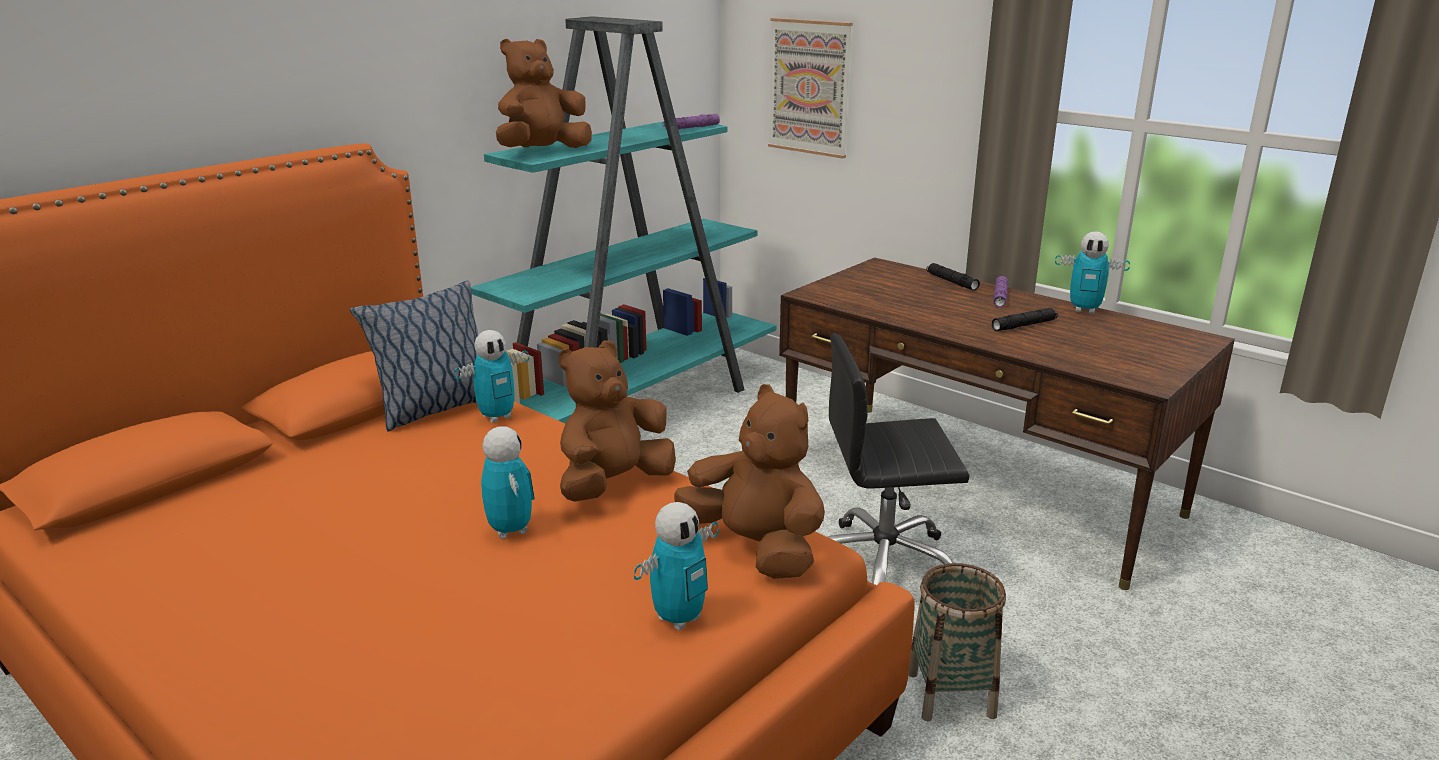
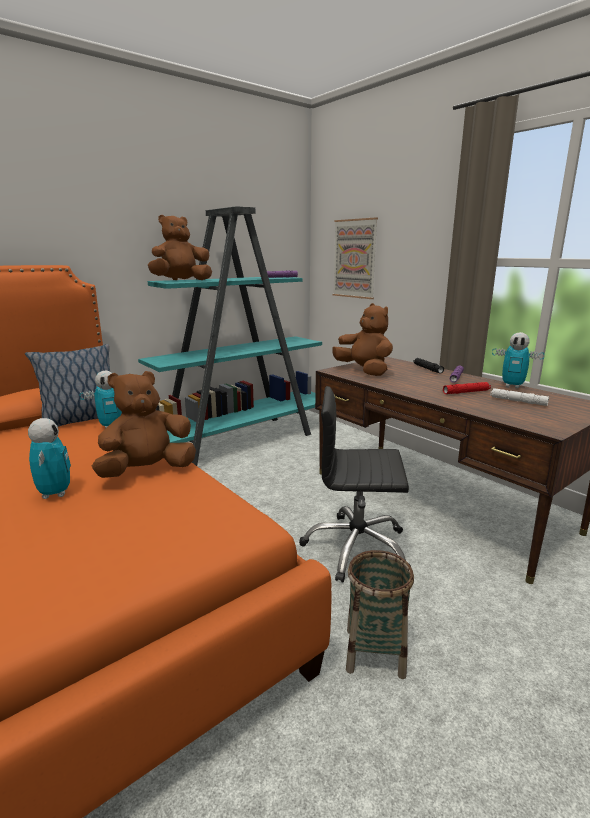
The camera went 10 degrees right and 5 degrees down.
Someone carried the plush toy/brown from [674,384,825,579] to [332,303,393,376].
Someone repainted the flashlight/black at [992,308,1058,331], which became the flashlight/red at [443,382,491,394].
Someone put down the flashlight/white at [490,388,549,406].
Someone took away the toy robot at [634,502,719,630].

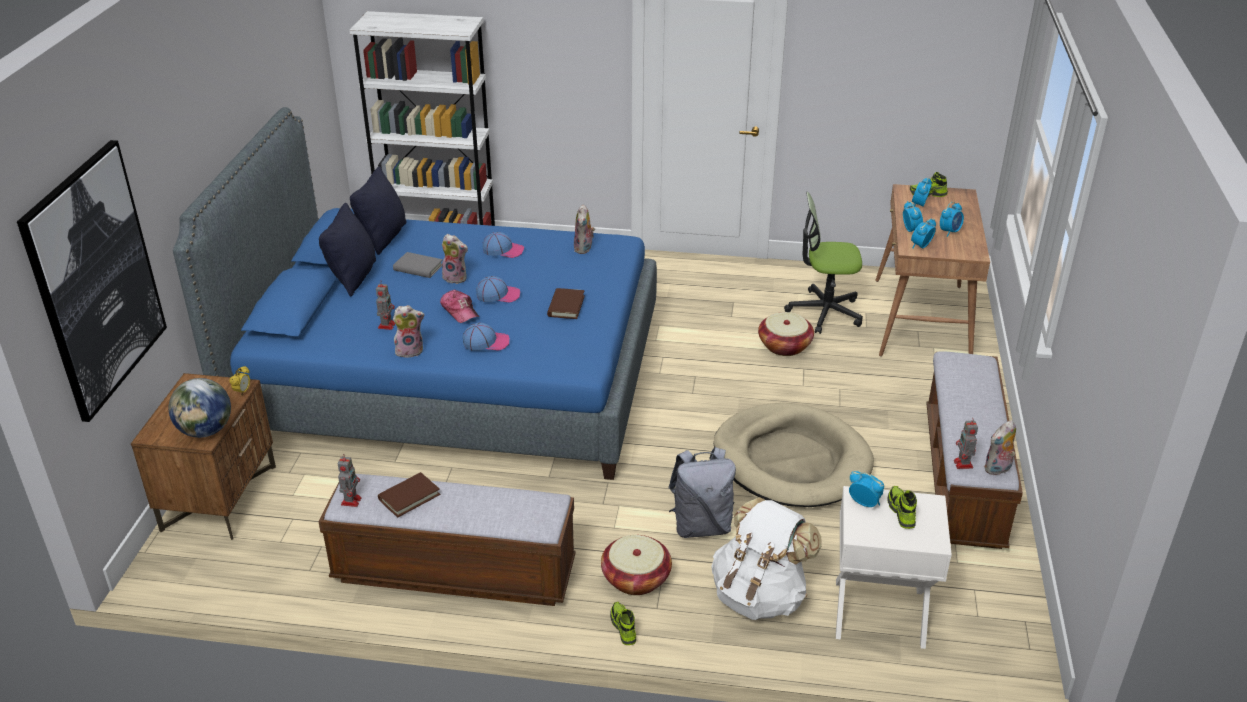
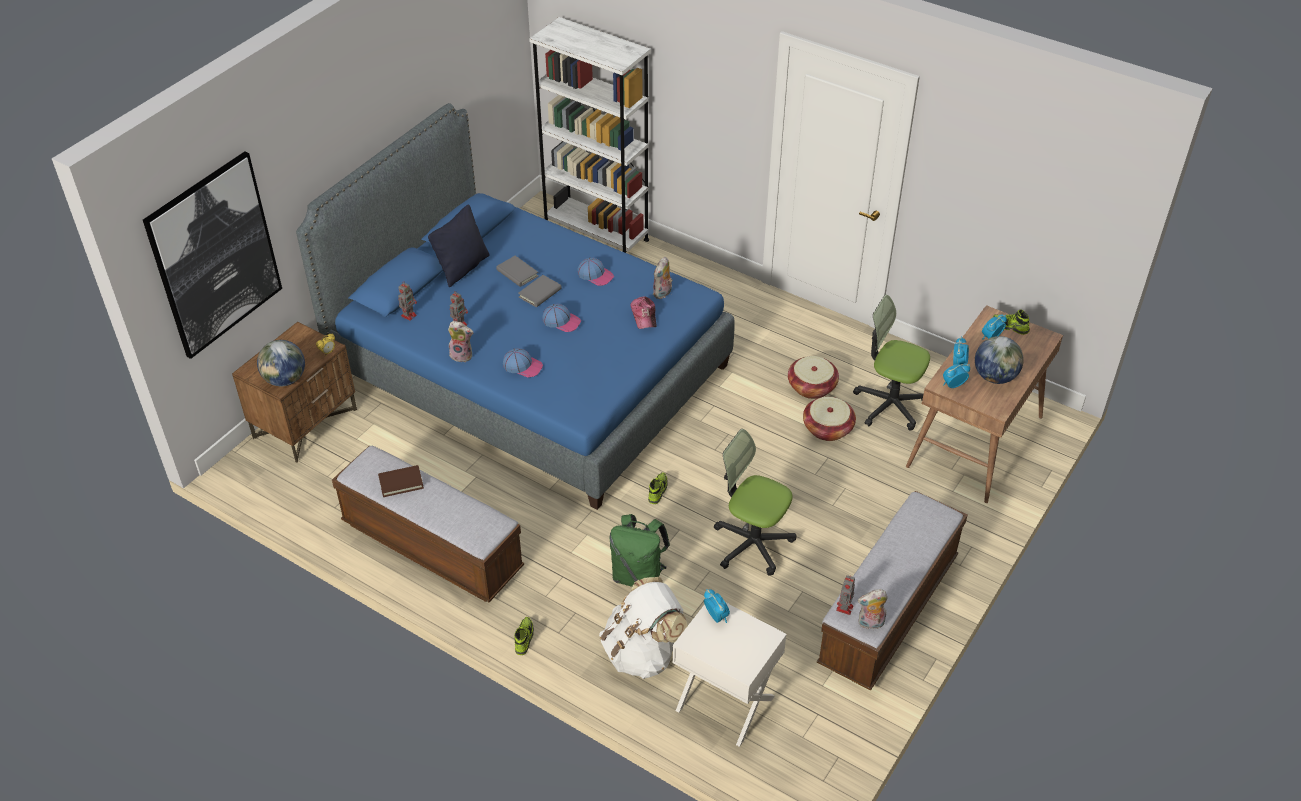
The camera went 25 degrees right and 10 degrees up.
Someone carried the toy robot from [338,457,361,507] to [398,281,417,321].
Someone swapped the plush toy at [442,234,468,284] for the book/grey at [518,275,562,307].
Someone repainted the backpack/grey at [668,447,736,538], which became the backpack/green at [610,514,670,587].
Someone carried the cap from [440,289,479,323] to [630,297,657,329].
Someone carried the shoe from [887,486,917,529] to [648,472,668,504].
Someone swapped the dog bed/beige at [714,403,874,507] for the office chair at [714,429,796,576].
Someone carried the basket from [601,535,672,595] to [788,356,839,399].
Someone swapped the alarm clock at [940,202,964,237] for the globe at [975,336,1024,384].
Someone took away the pillow/black at [350,167,407,255].
Someone took away the book/brown at [547,288,585,319].

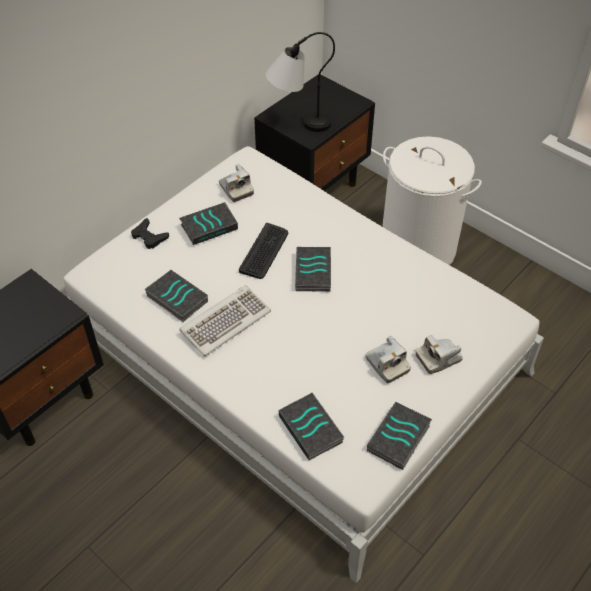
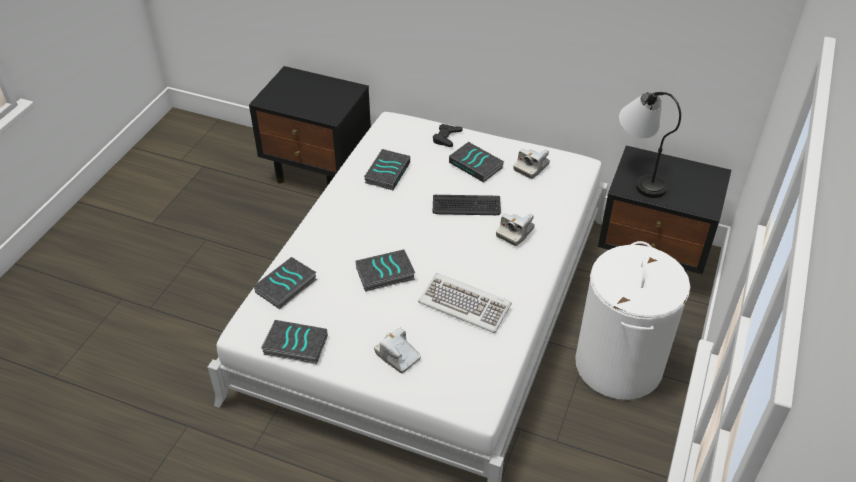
The camera went 70 degrees right and 5 degrees down.
Someone carried the book from [295,247,331,292] to [356,249,415,292].
Someone carried the keyboard from [180,285,271,356] to [418,273,512,333].
Someone carried the photo camera from [365,336,411,384] to [496,213,535,246].

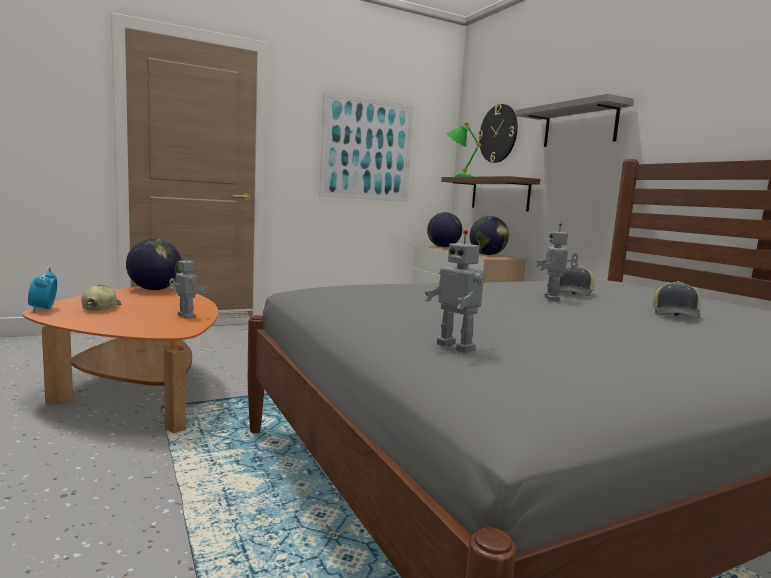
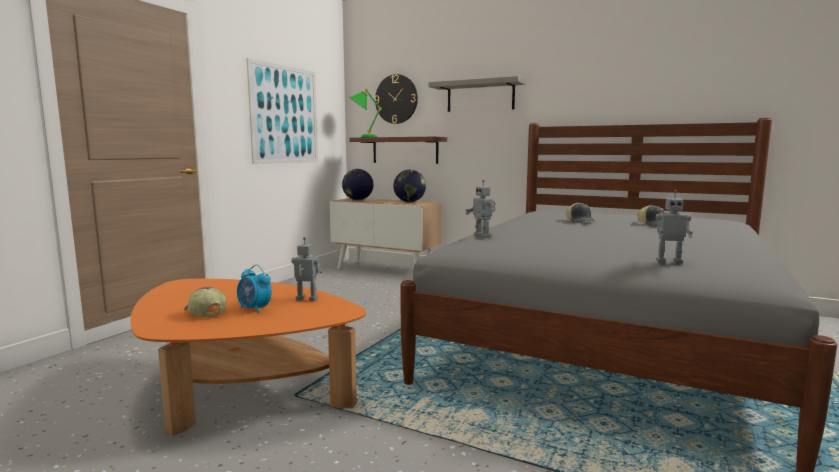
The camera went 35 degrees left and 0 degrees up.
Someone carried the alarm clock from [28,267,57,313] to [237,265,272,313].
Someone carried the toy robot from [535,223,579,302] to [466,180,496,238].
Someone took away the globe at [126,239,182,290].

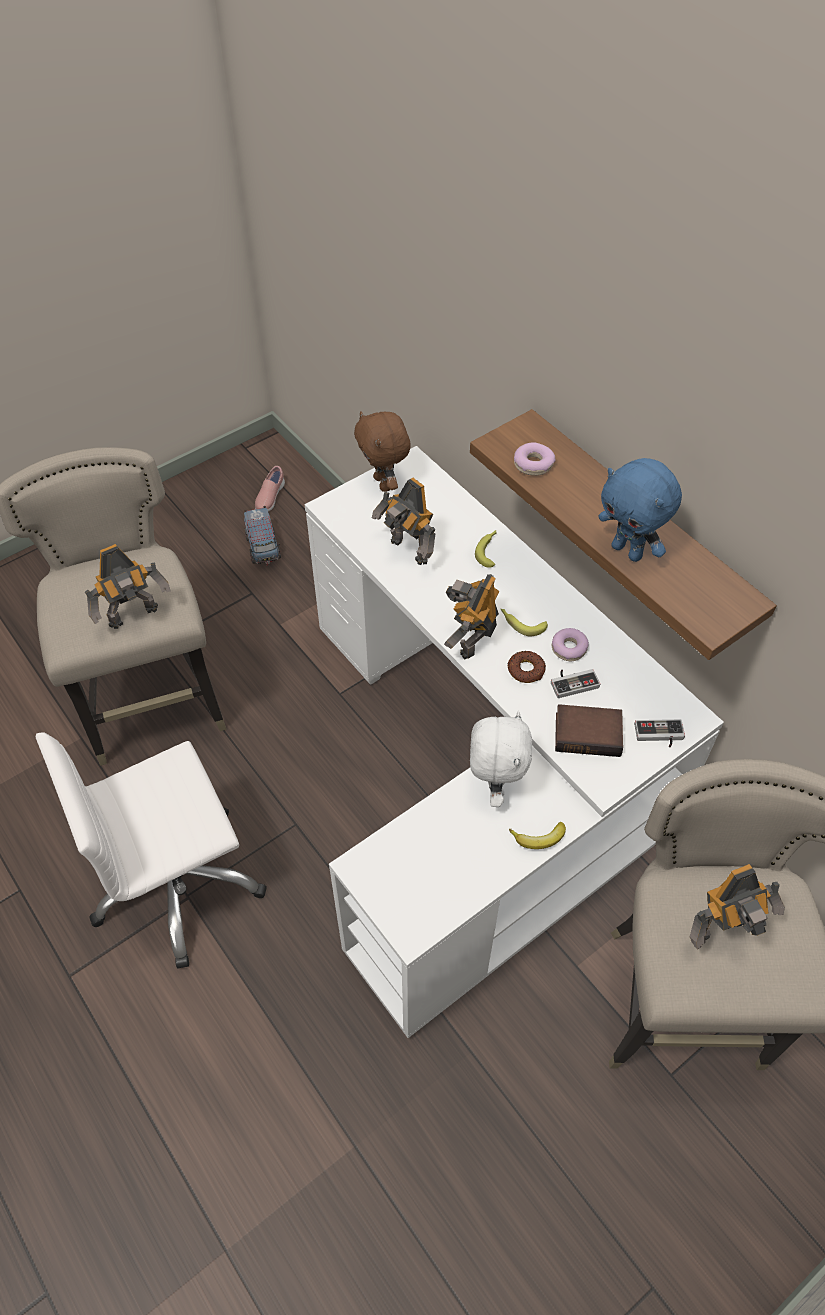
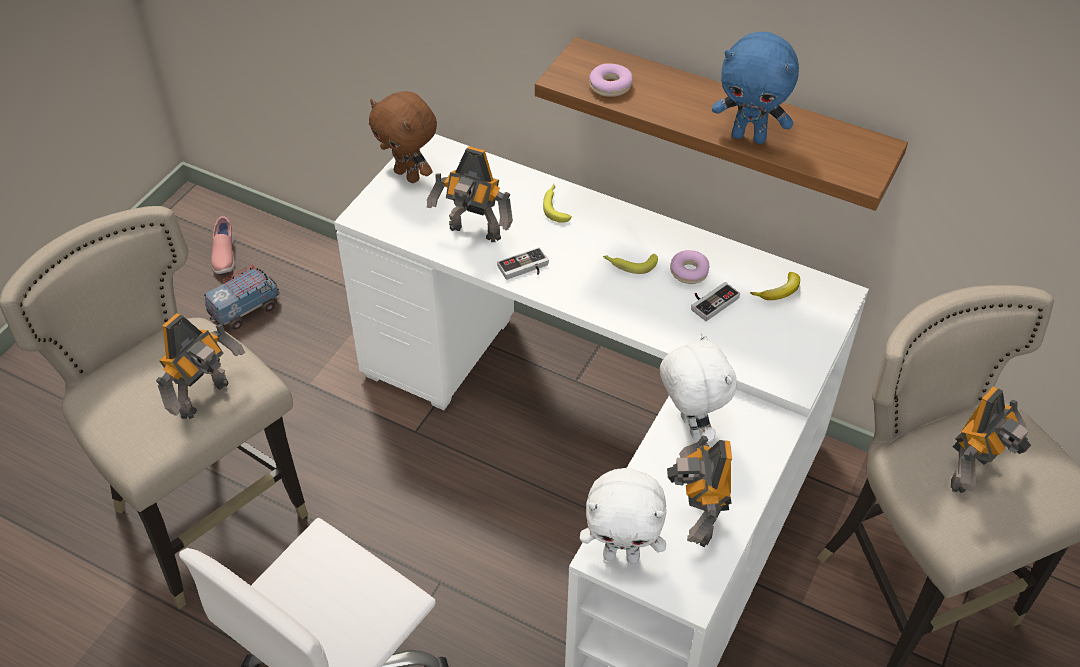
The camera went 25 degrees left and 5 degrees down.
Someone rotated the toy truck at [244,506,281,565] by 90 degrees counterclockwise.
Someone carried the game controller from [634,719,685,747] to [497,247,549,280].
Someone put down the plush toy/white at [580,468,666,564].
Someone carried the toy robot from [444,574,500,660] to [667,435,732,547].
Someone carried the banana from [509,822,566,849] to [750,272,800,300].
Someone took away the donut at [507,651,546,683].
Someone took away the book at [555,704,623,757].

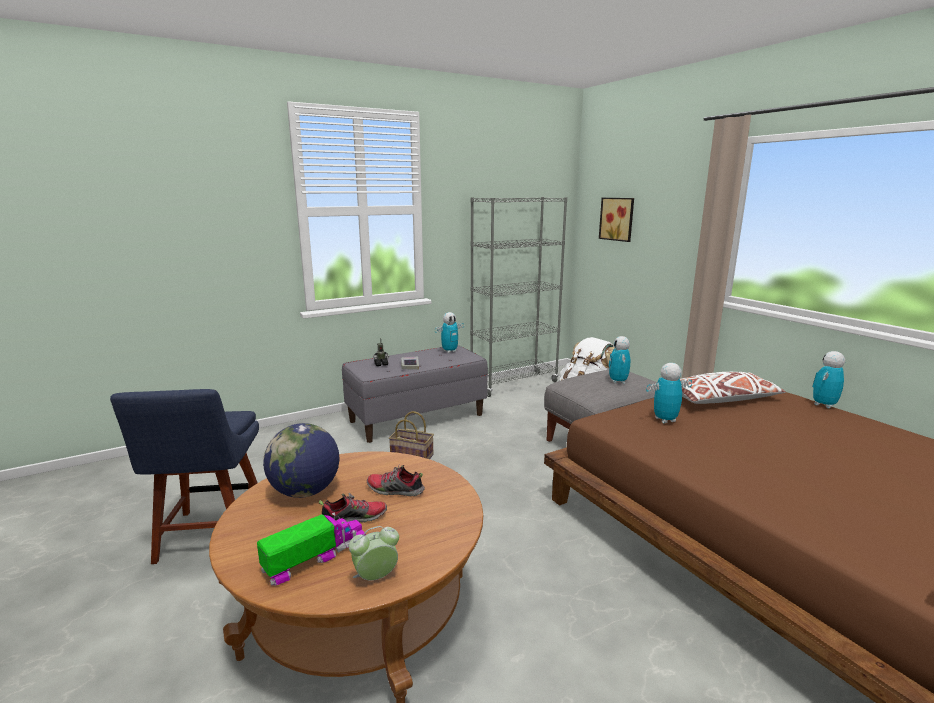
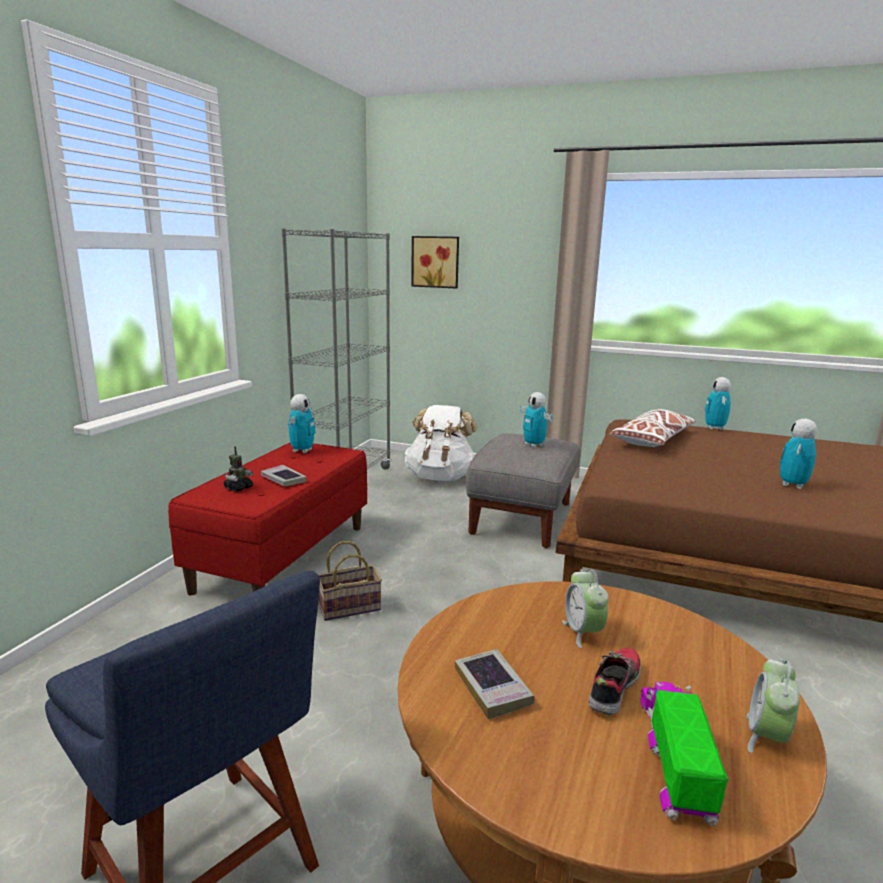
The camera went 40 degrees left and 0 degrees up.
Someone repainted the bench/grey at [342,345,488,443], which became the bench/red at [168,442,367,595].
Someone swapped the globe at [263,423,340,498] for the book at [455,649,534,719].
Someone swapped the shoe at [367,465,425,496] for the alarm clock at [562,569,609,648].
Someone carried the toy robot from [646,363,692,423] to [780,419,818,489].

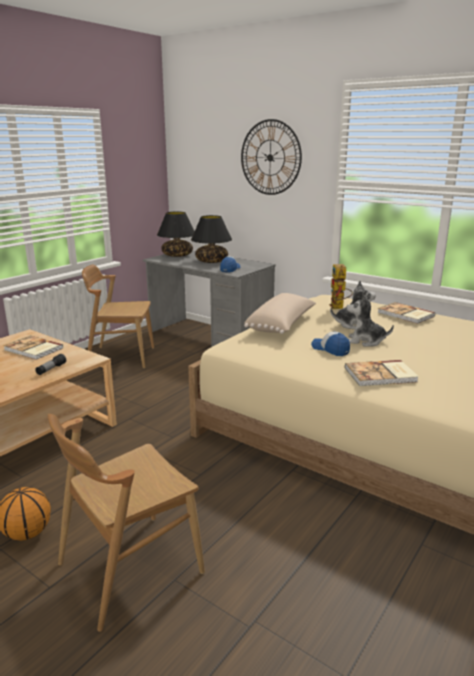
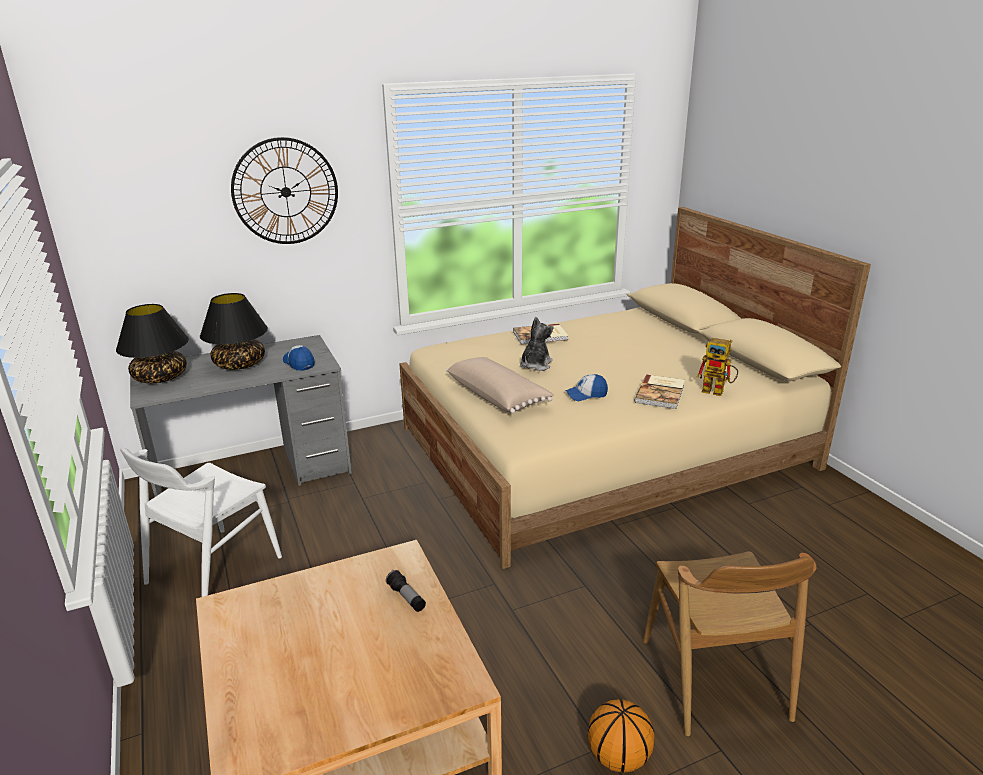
The camera went 60 degrees left and 5 degrees up.
Someone repainted the chair/brown at [82,264,154,368], which became the chair/white at [120,448,282,597].
Someone carried the toy robot from [329,264,353,309] to [697,338,738,396].
Someone took away the book at [3,336,63,360].
Someone took away the plush toy at [347,295,394,347].

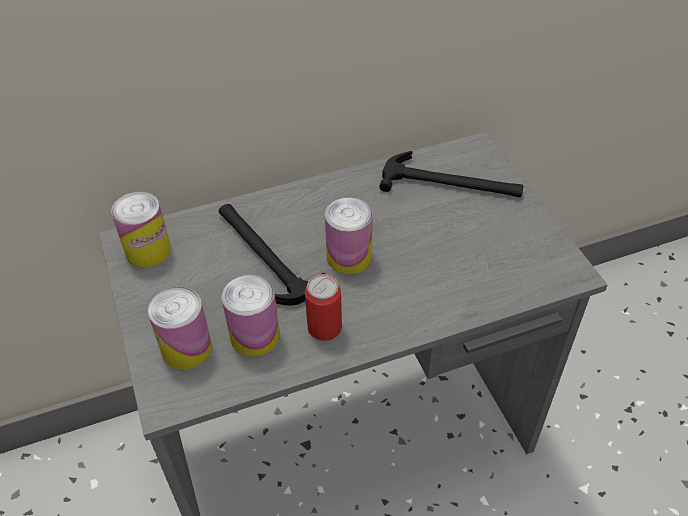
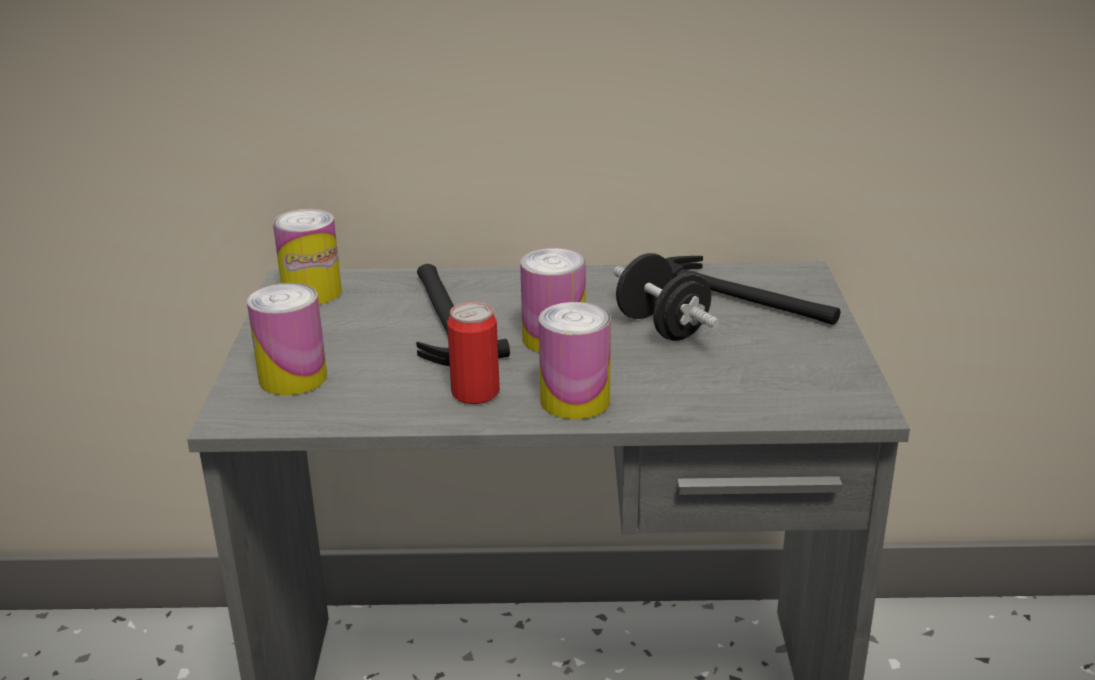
The camera went 20 degrees right and 20 degrees down.
Someone carried the can from [222,275,280,357] to [539,302,611,419].
Someone put down the dumbbell/black at [614,253,720,341].

